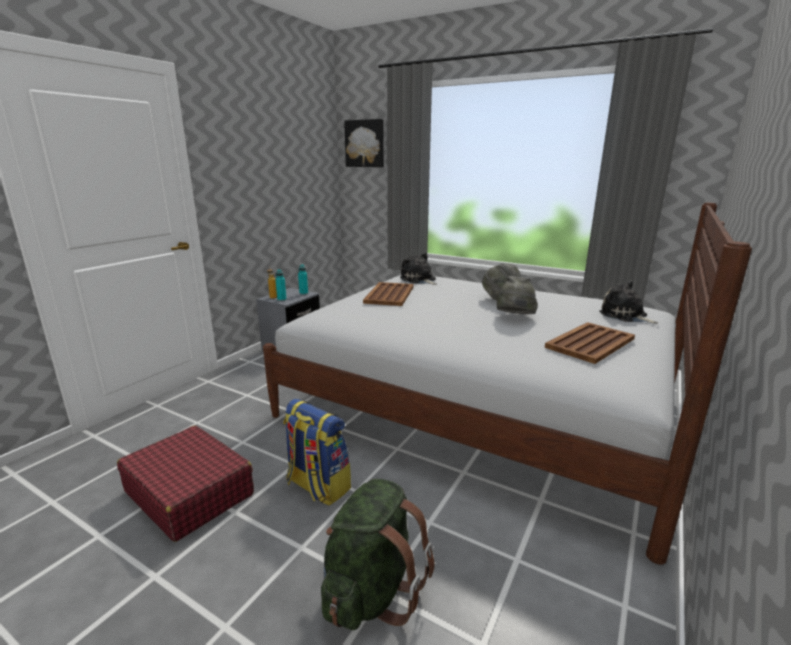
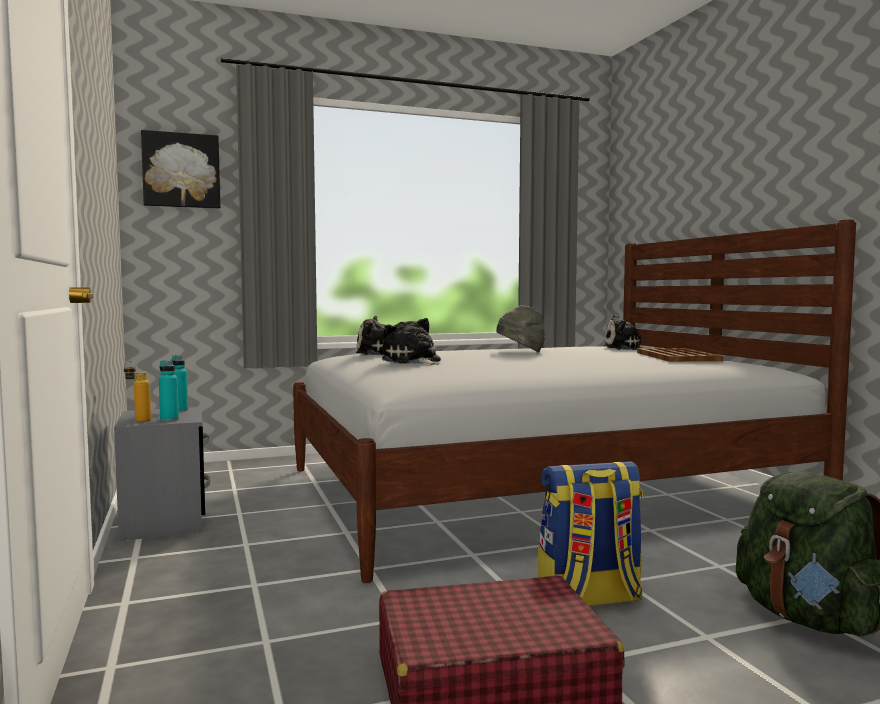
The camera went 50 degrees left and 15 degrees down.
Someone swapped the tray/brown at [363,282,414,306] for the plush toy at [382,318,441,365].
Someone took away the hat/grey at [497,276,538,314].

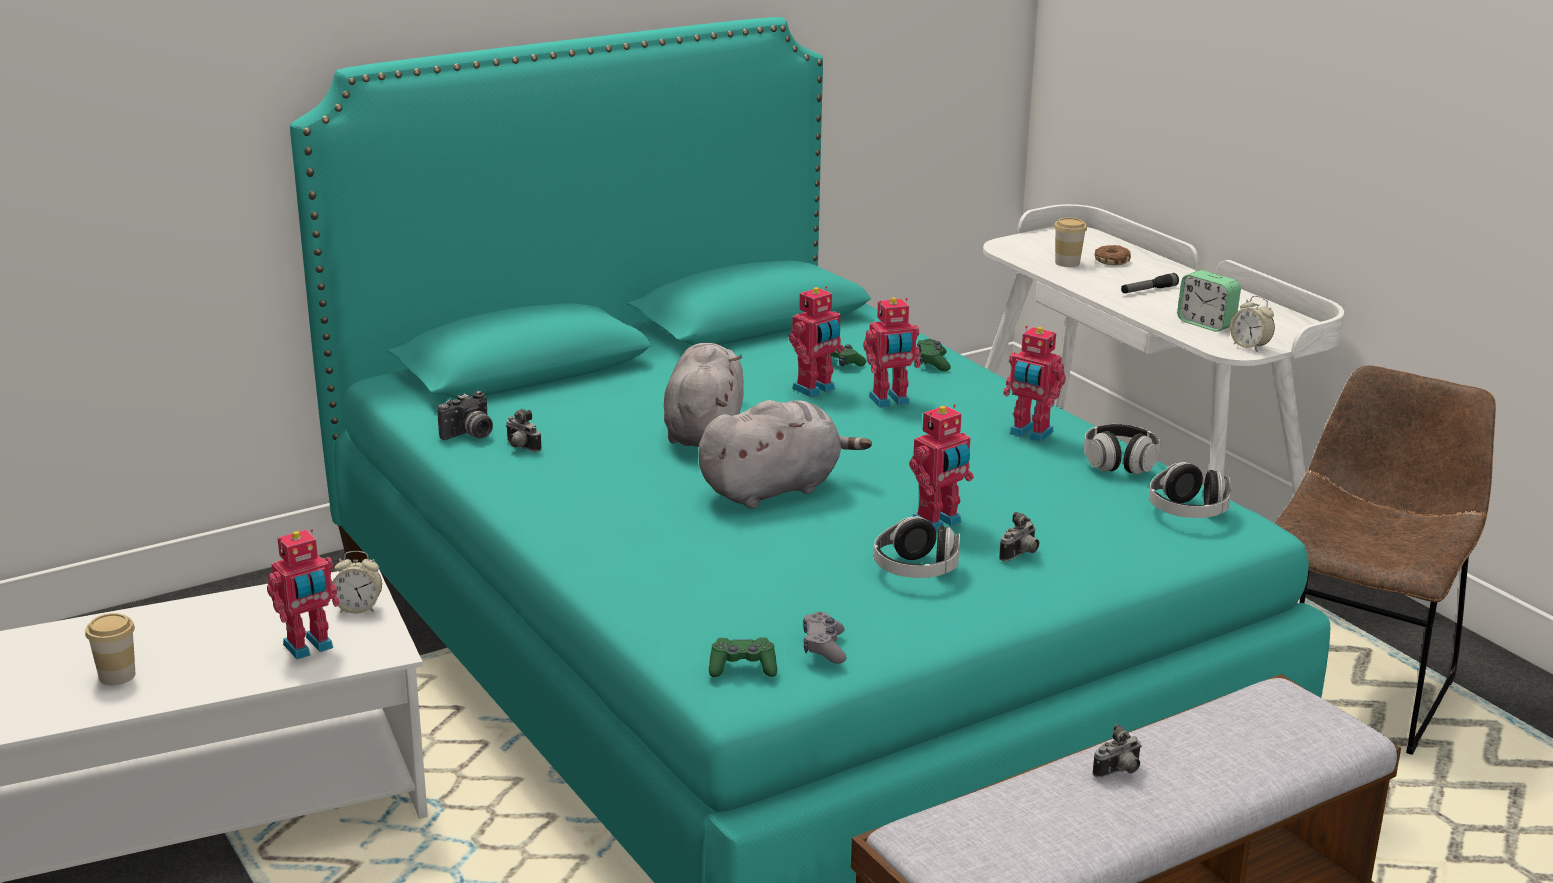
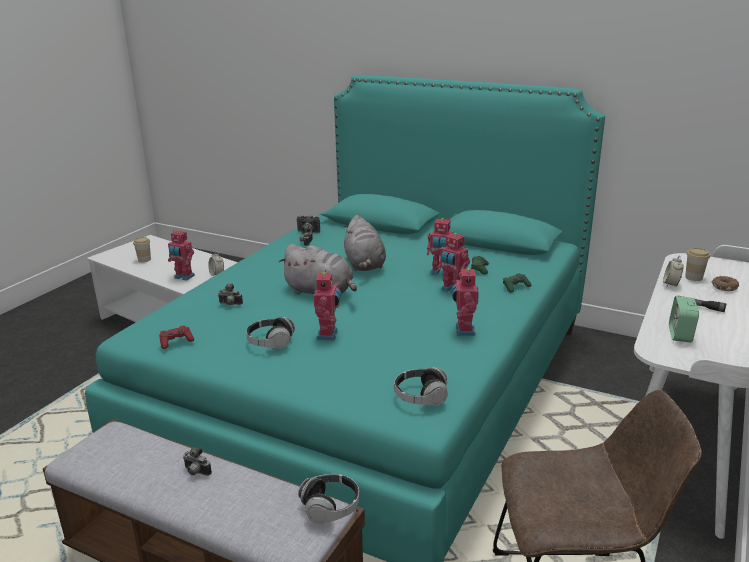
The camera went 60 degrees right and 0 degrees up.
Someone repainted the game controller/grey at [803,612,847,664], which became the game controller/red at [159,325,194,349].
Someone carried the photo camera from [999,512,1039,561] to [218,283,243,305].
Someone carried the headphones from [1084,424,1161,474] to [298,474,359,524].
Someone rotated the toy robot at [909,404,974,532] by 105 degrees counterclockwise.
Someone rotated the plush toy/grey at [664,343,744,447] by 105 degrees clockwise.
Someone carried the alarm clock from [1230,296,1275,352] to [663,255,684,287].
Someone took away the game controller/green at [709,637,777,677].

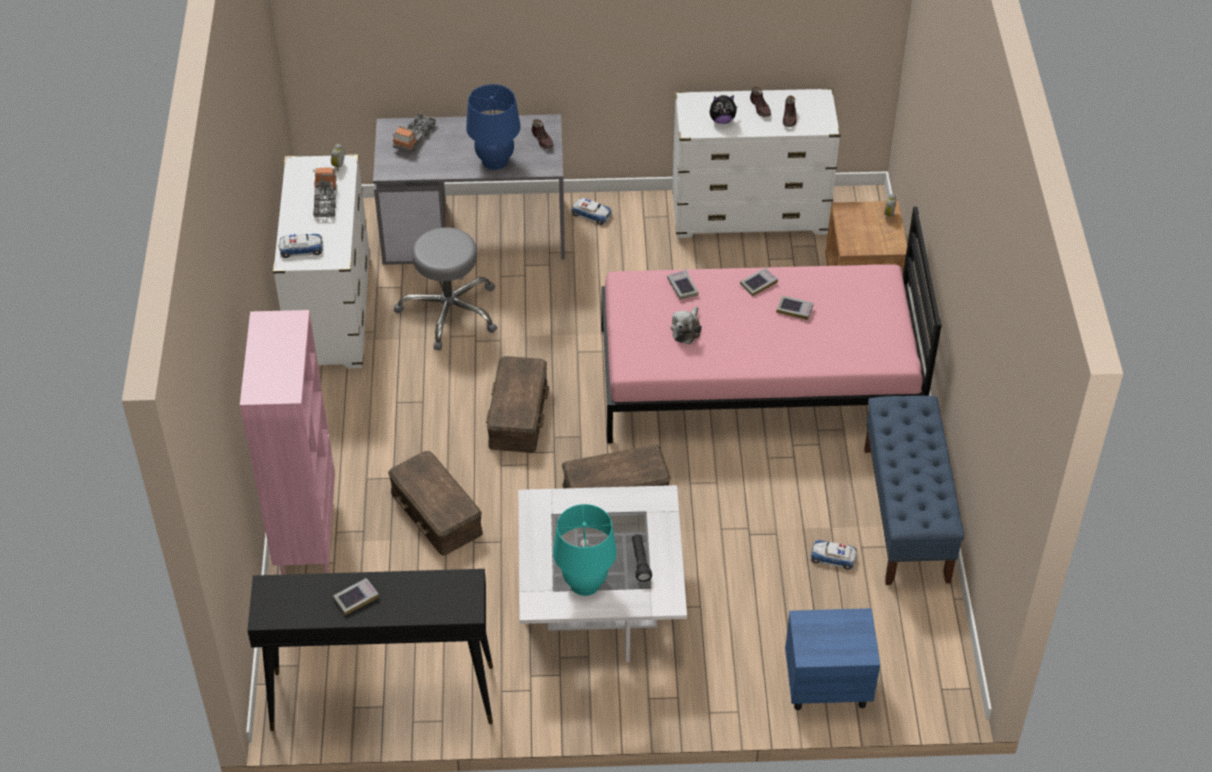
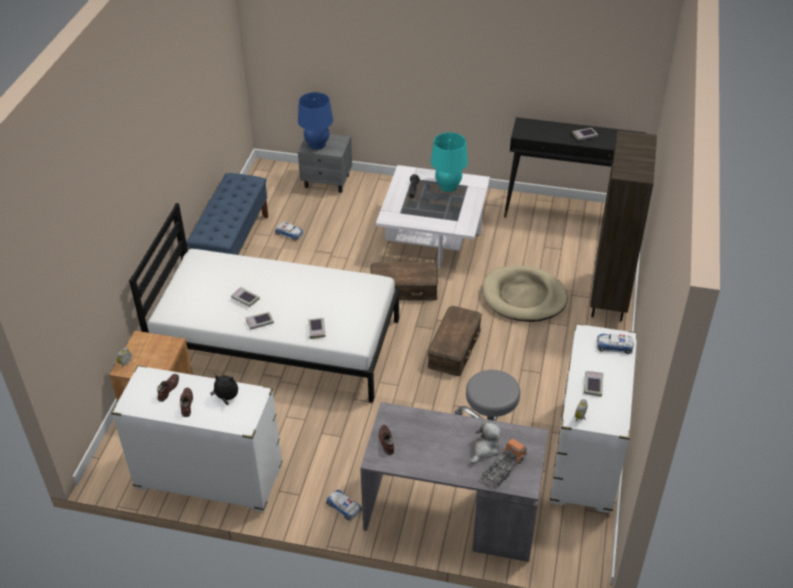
The camera went 165 degrees left and 5 degrees down.
Someone repainted the bed/pink at [601,207,942,443], which became the bed/white at [129,203,399,403].
Someone carried the table lamp/blue from [466,84,521,170] to [298,92,333,150].
Someone repainted the nightstand/blue at [785,608,880,710], which became the nightstand/grey at [298,134,352,193].
Someone carried the plush toy from [671,306,702,344] to [470,422,501,464].
Someone swapped the storage box/brown at [388,451,483,556] for the dog bed/beige at [482,265,567,322].
Someone swapped the toy truck at [313,167,337,217] for the book at [584,371,604,397].
Someone repainted the bookcase/pink at [240,310,335,575], which became the bookcase/brown at [590,130,657,322].

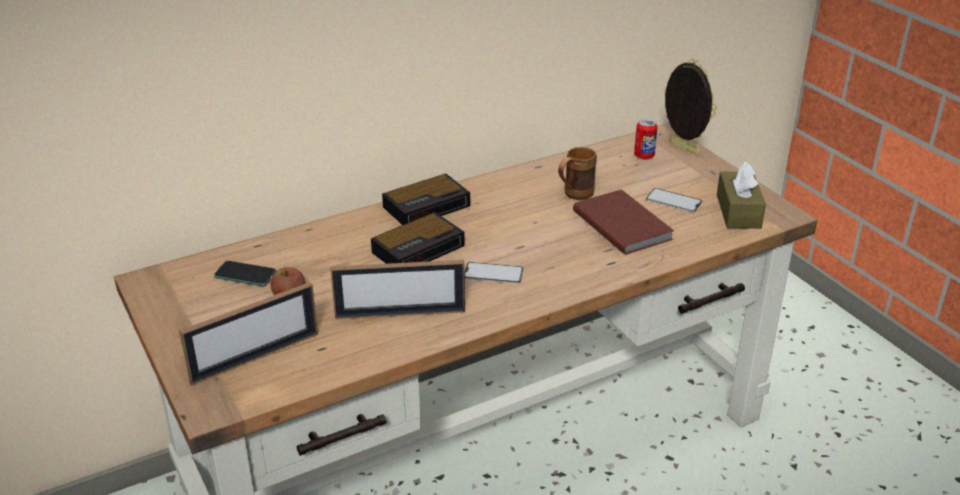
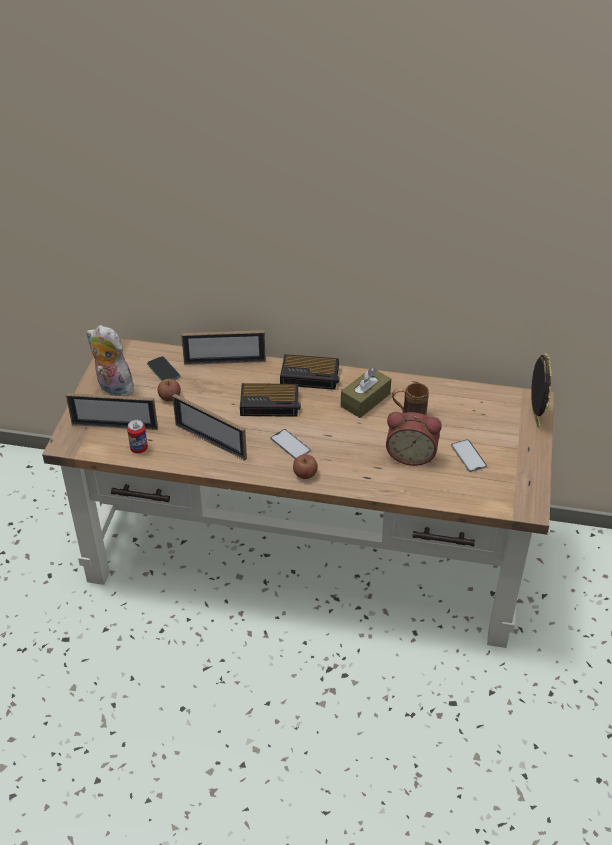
The camera went 40 degrees right and 10 degrees up.
Someone put down the plush toy at [87,325,134,396].
Someone carried the can from [634,118,658,160] to [127,420,148,454].
Someone put down the picture frame at [181,330,266,365].
Someone put down the apple at [293,454,318,479].
Someone carried the tissue box/brown from [717,162,766,229] to [341,368,391,418].
Someone swapped the book/brown at [573,189,674,255] for the alarm clock at [386,412,442,466].

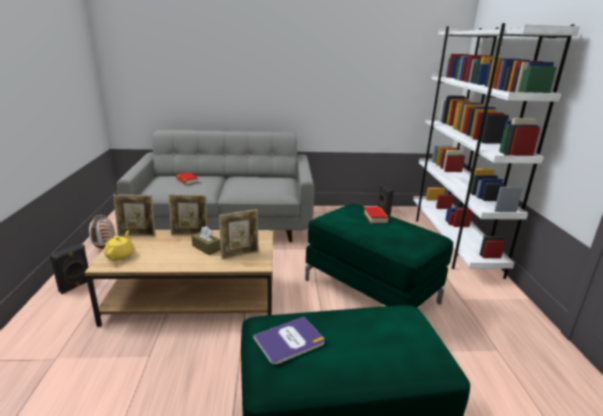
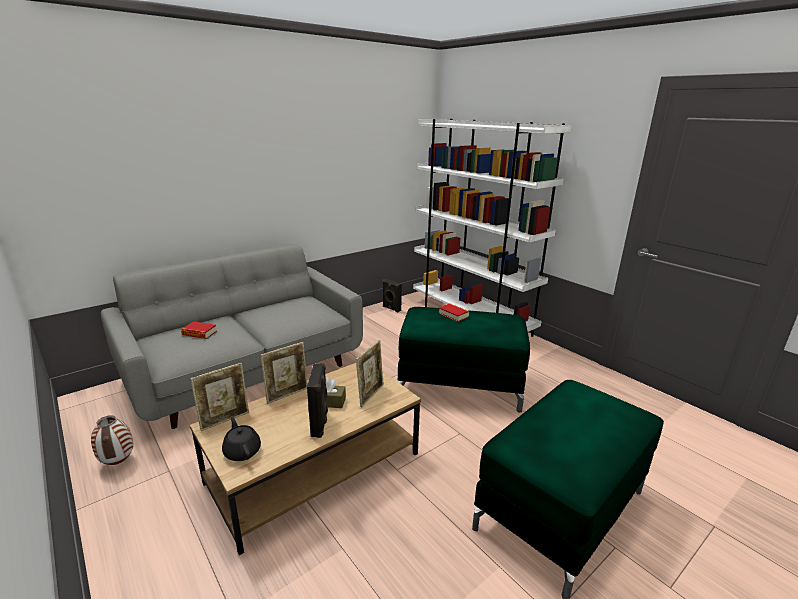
The camera went 35 degrees left and 0 degrees up.
Someone repainted the teapot/yellow at [104,230,134,261], which became the teapot/black at [222,417,261,461].
Someone carried the speaker/black from [50,243,88,294] to [307,363,328,438].
Someone took away the book at [253,317,325,365].

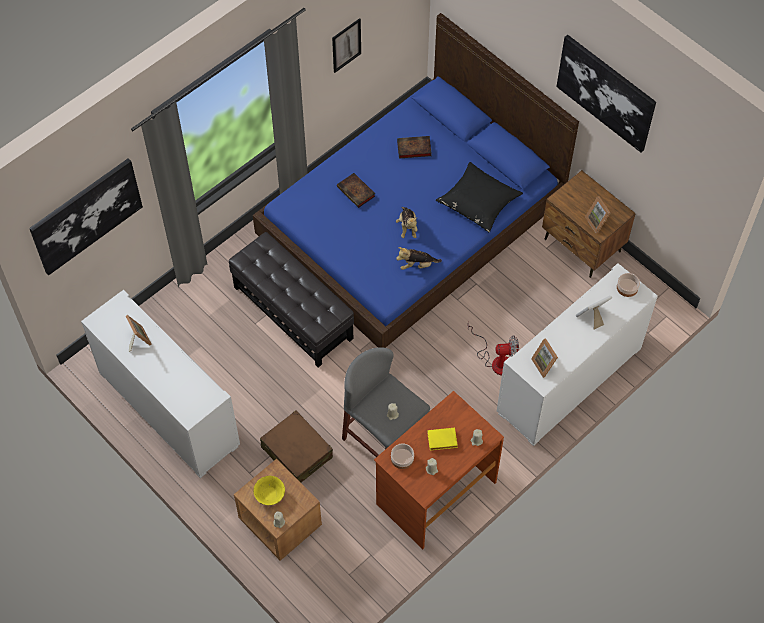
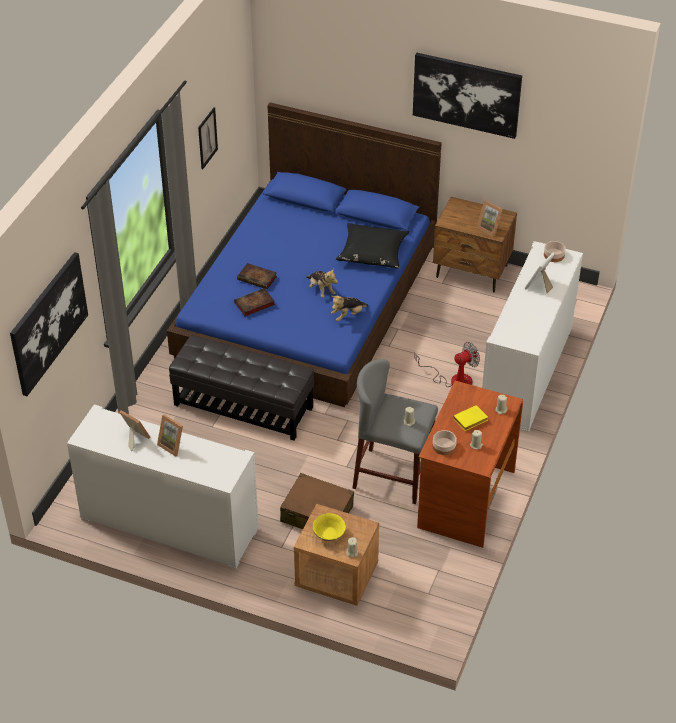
The camera went 25 degrees left and 15 degrees down.
Someone carried the picture frame from [531,338,558,378] to [157,414,183,457].
Someone carried the book from [397,136,431,158] to [234,288,275,316].

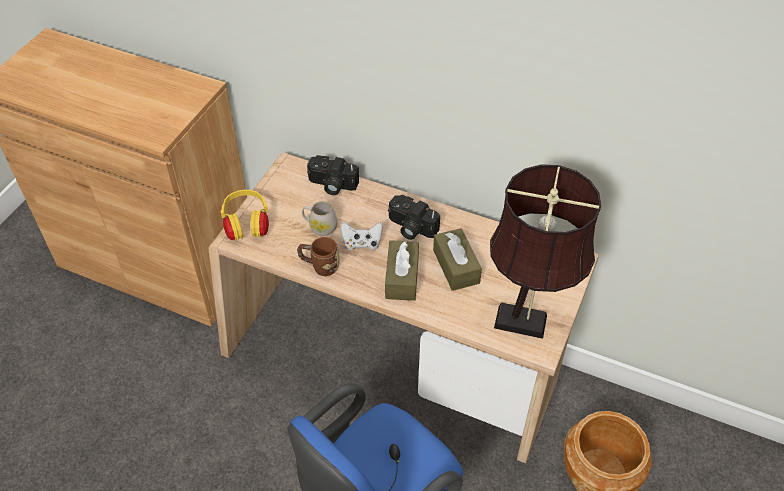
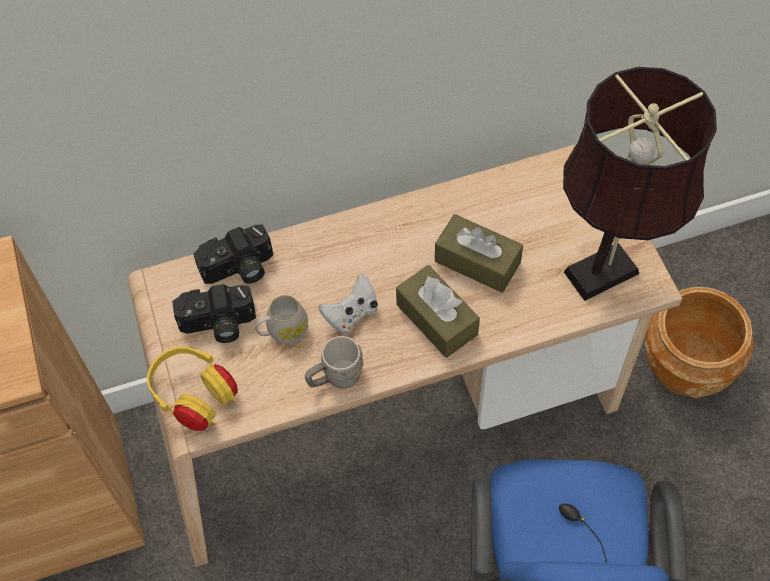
The camera went 40 degrees left and 10 degrees up.
Someone carried the photo camera from [388,195,440,240] to [172,284,256,343].
Someone repainted the mug/brown at [297,237,340,276], which became the mug/grey at [305,336,363,389].

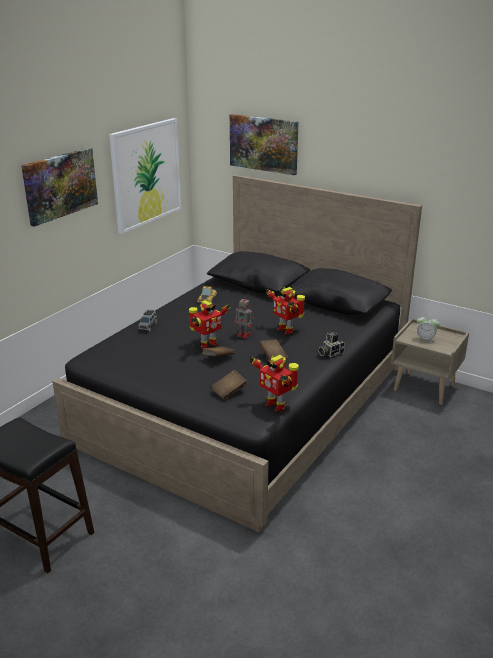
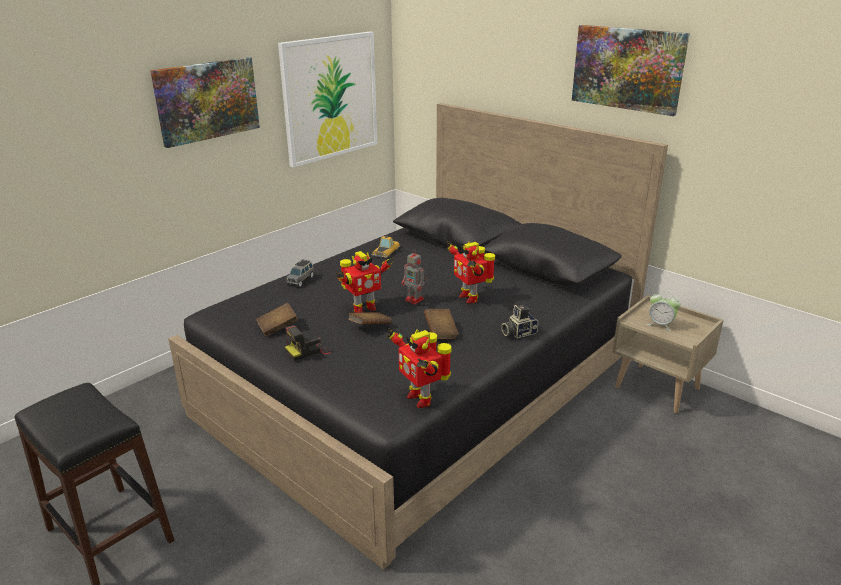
The camera went 10 degrees right and 0 degrees up.
Someone carried the book/brown from [211,370,247,400] to [256,303,298,337].
Someone put down the photo camera at [285,325,331,361].
Someone carried the picture from [230,114,299,175] to [572,25,690,116].

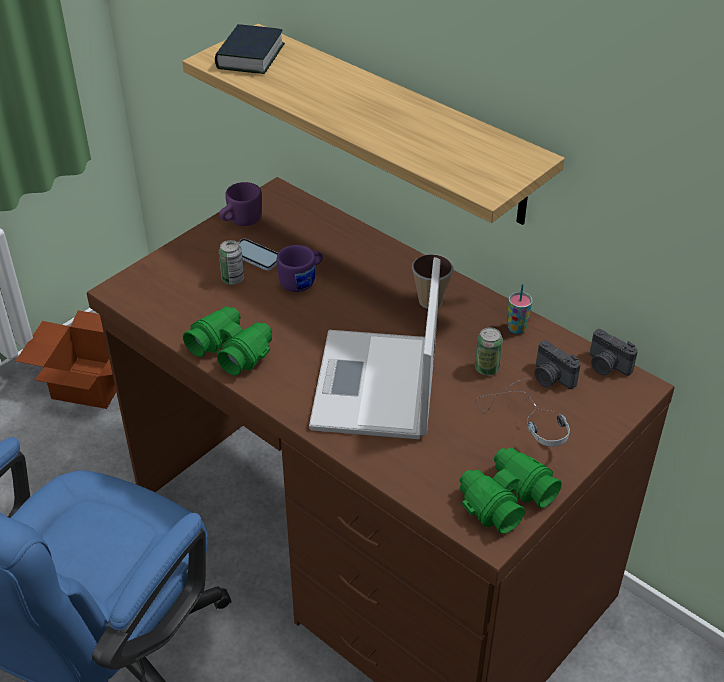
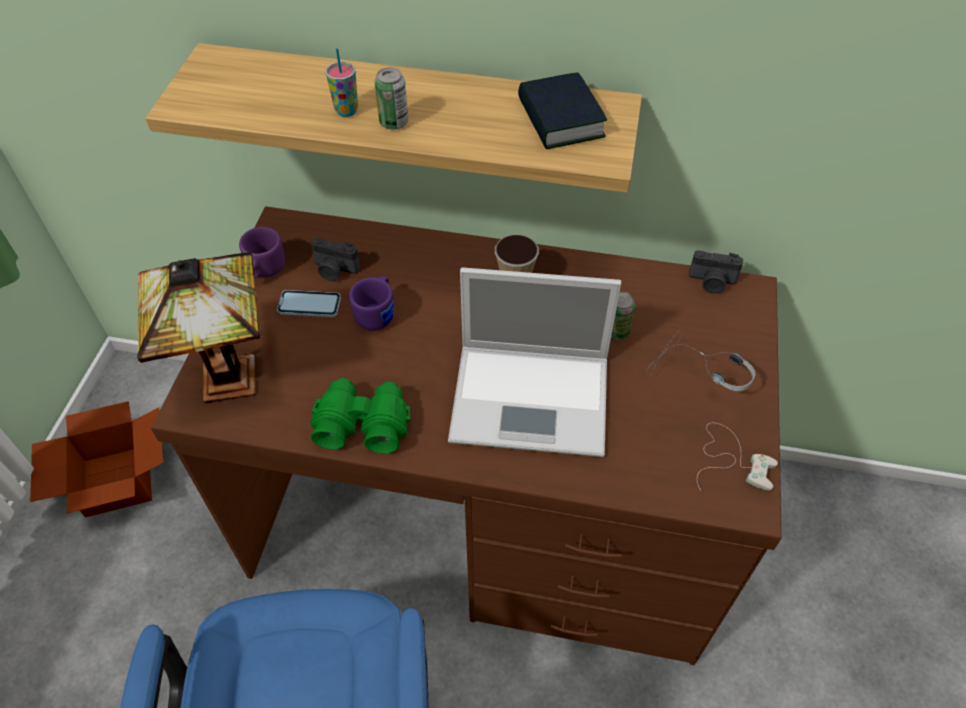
The camera went 30 degrees left and 10 degrees up.
Someone put down the table lamp at [137,252,260,403].
Someone carried the photo camera from [535,340,581,389] to [311,238,360,281].
Someone carried the cup from [507,284,533,334] to [326,48,358,117].
Someone carried the can from [219,240,244,285] to [375,67,408,130].
Someone rotated the laptop at [309,257,441,439] by 60 degrees counterclockwise.
Someone carried the book from [215,24,285,74] to [518,72,607,149].
Someone swapped the binoculars/green at [459,448,562,534] for the game controller/white at [697,423,778,491].

